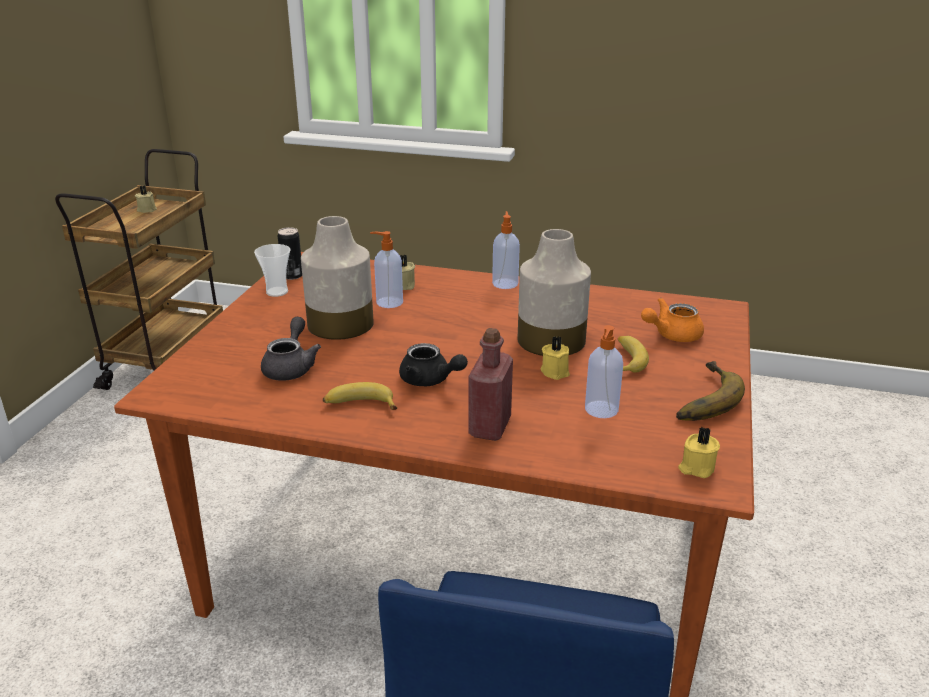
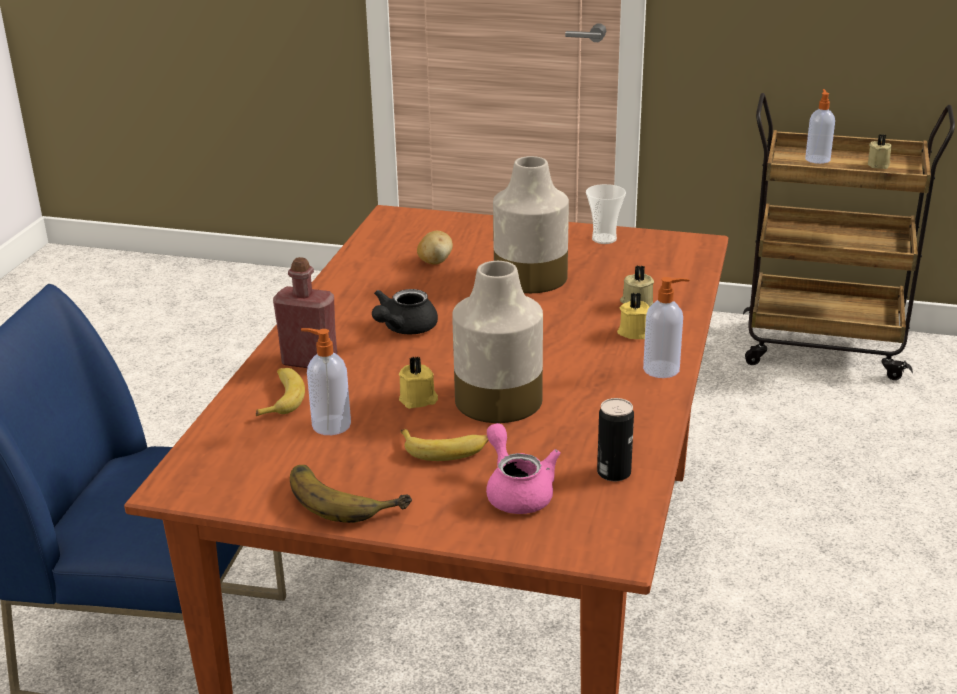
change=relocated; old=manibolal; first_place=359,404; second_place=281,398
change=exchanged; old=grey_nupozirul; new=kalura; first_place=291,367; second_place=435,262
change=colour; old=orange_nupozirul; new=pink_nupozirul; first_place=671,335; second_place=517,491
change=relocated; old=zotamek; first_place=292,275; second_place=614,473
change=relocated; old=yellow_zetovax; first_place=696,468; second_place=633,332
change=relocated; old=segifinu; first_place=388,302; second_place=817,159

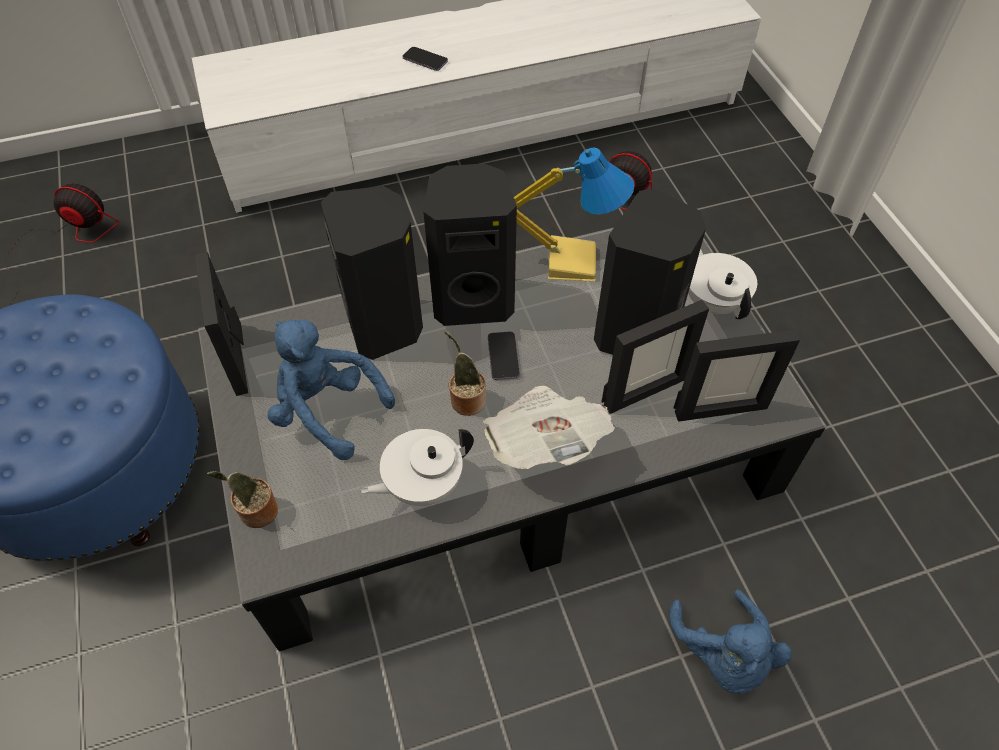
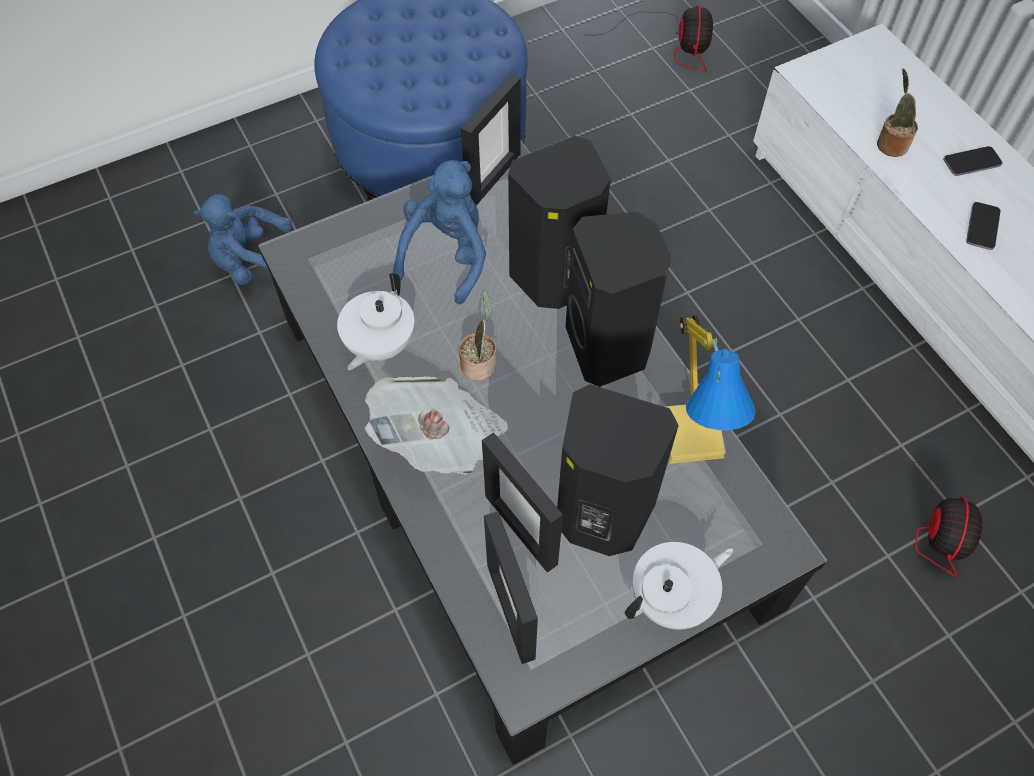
change=relocated; old=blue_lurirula; first_place=723,655; second_place=254,263
change=spun; old=white_nupozirul; first_place=422,484; second_place=379,345; degrees=-120
change=spun; old=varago; first_place=238,358; second_place=491,177; degrees=150
change=relocated; old=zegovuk; first_place=256,512; second_place=890,144
change=relocated; old=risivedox; first_place=503,357; second_place=971,163

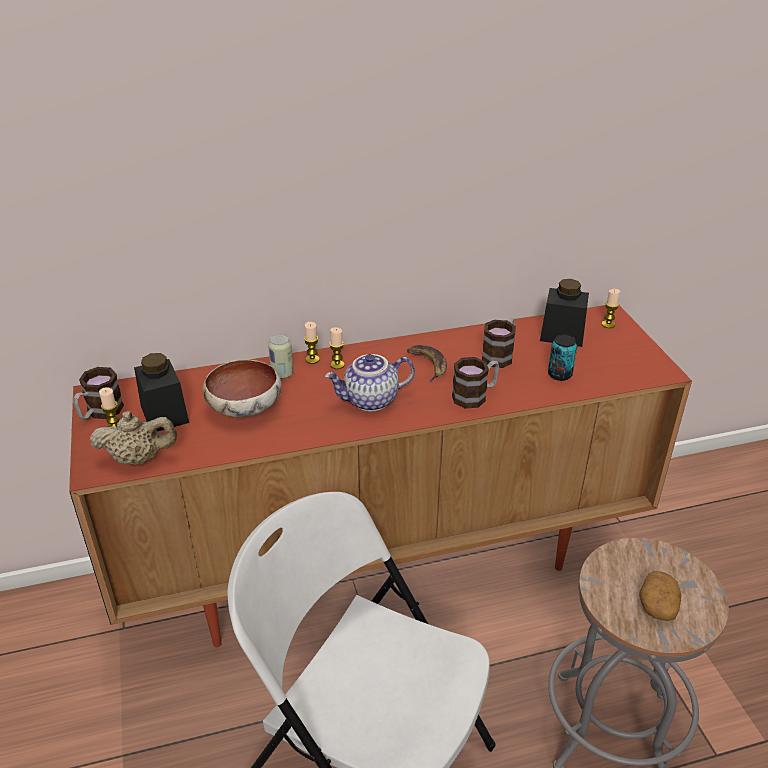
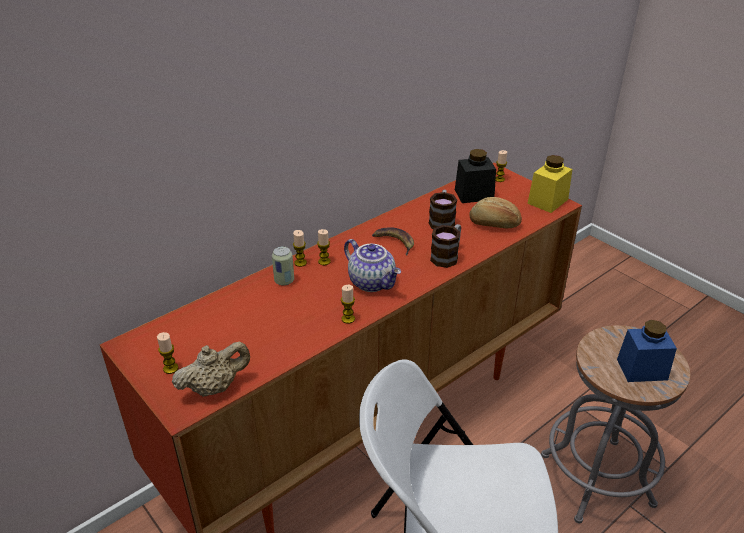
change=appeared; new=zetovax; second_place=348,319
change=spun; old=nupozirul; first_place=370,401; second_place=373,282; degrees=-90
change=exchanged; old=zotamek; new=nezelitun; first_place=559,374; second_place=494,224
change=appeared; new=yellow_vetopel; second_place=547,201
change=exchanged; old=kalura; new=blue_vetopel; first_place=657,605; second_place=642,369
change=missing; old=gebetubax; first_place=100,412
change=missing; old=black_vetopel; first_place=164,414
change=missing; old=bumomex; first_place=246,407

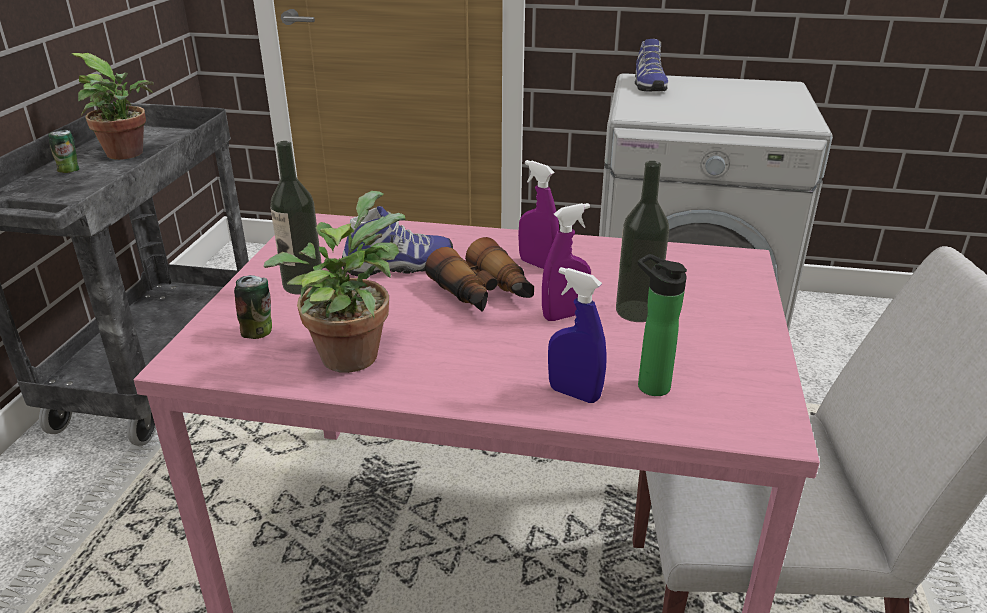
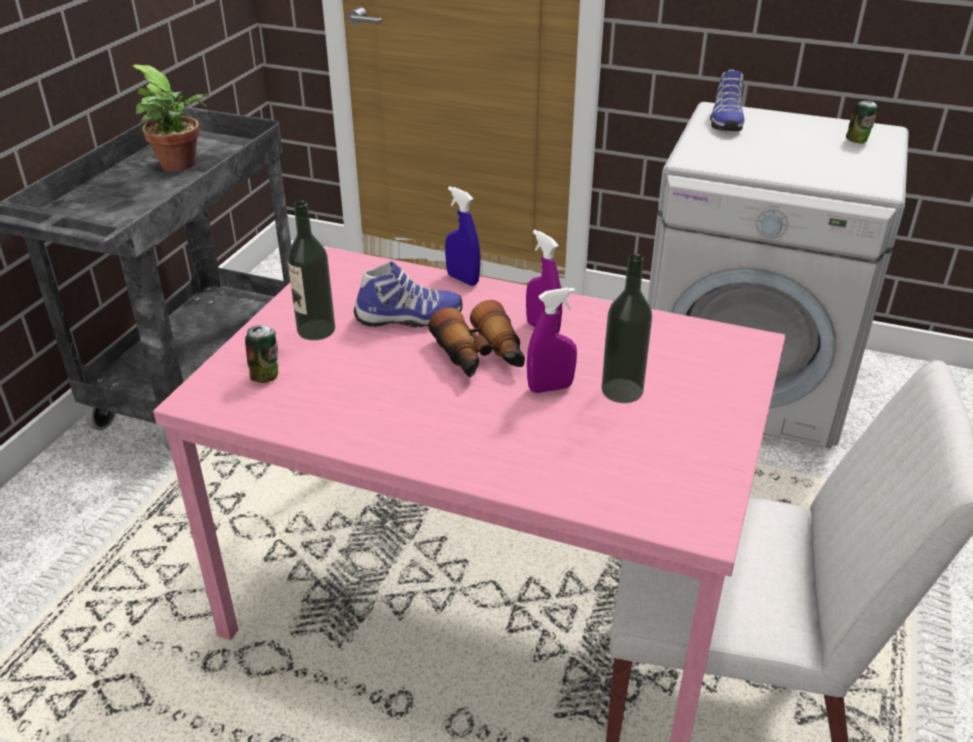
change=relocated; old=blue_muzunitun; first_place=574,394; second_place=462,279
change=relocated; old=zotamek; first_place=69,170; second_place=858,141
change=missing; old=zegovuk; first_place=350,352
change=missing; old=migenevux; first_place=649,385

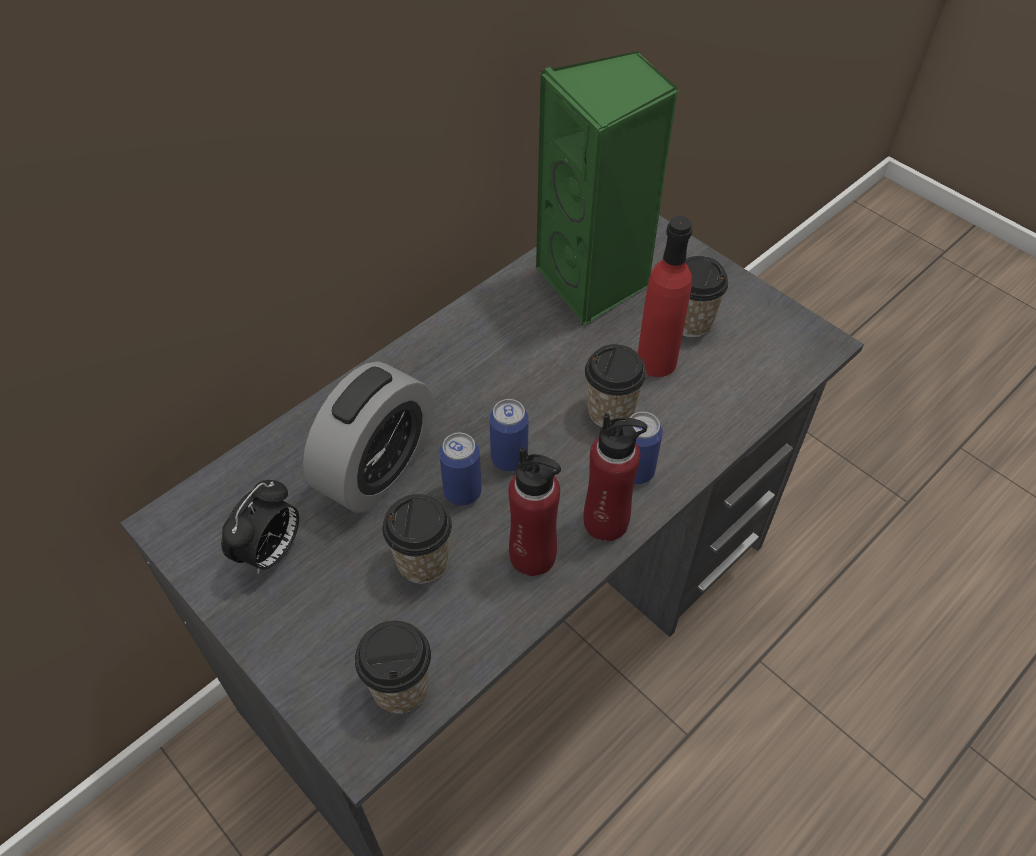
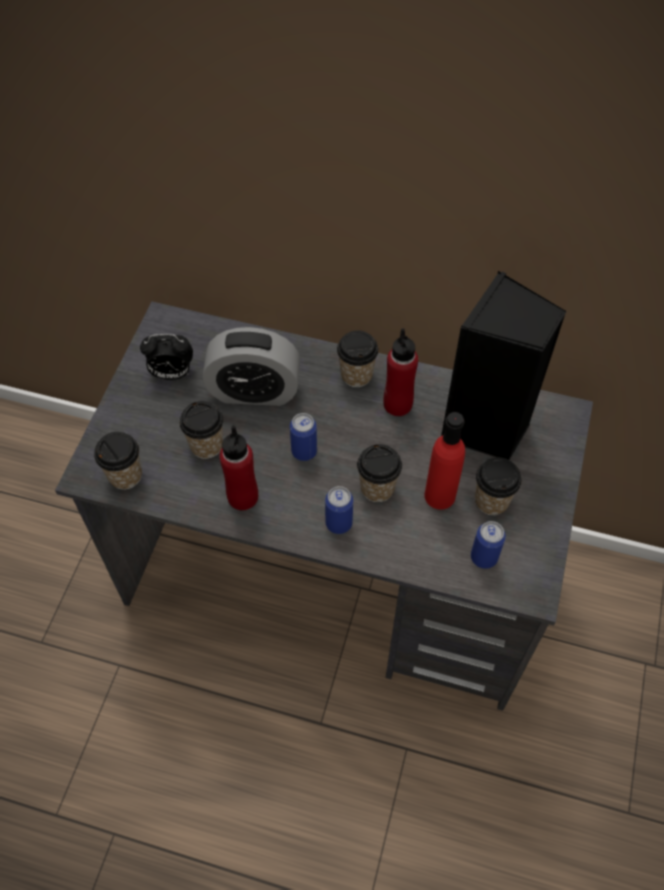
change=appeared; new=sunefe; second_place=356,375
change=relocated; old=red_migenevux; first_place=606,522; second_place=397,404
change=colour; old=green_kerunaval; new=black_kerunaval; first_place=595,282; second_place=486,428
change=relocated; old=zotamek; first_place=462,492; second_place=483,557

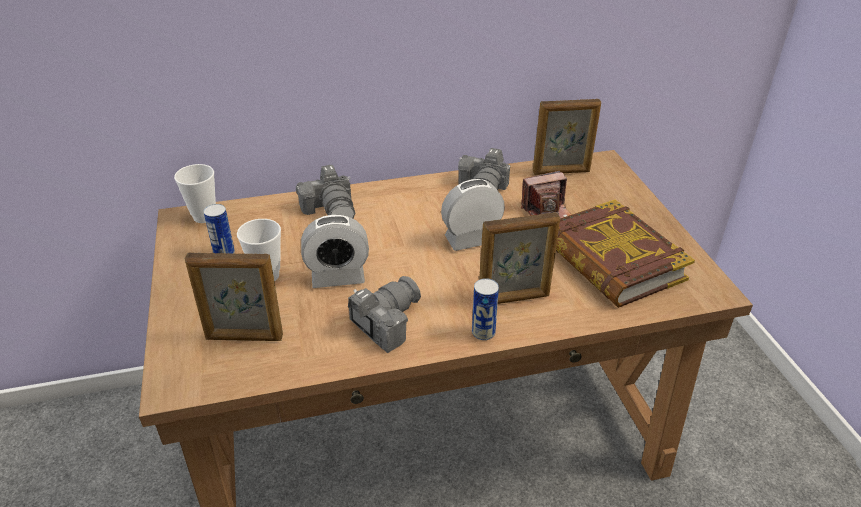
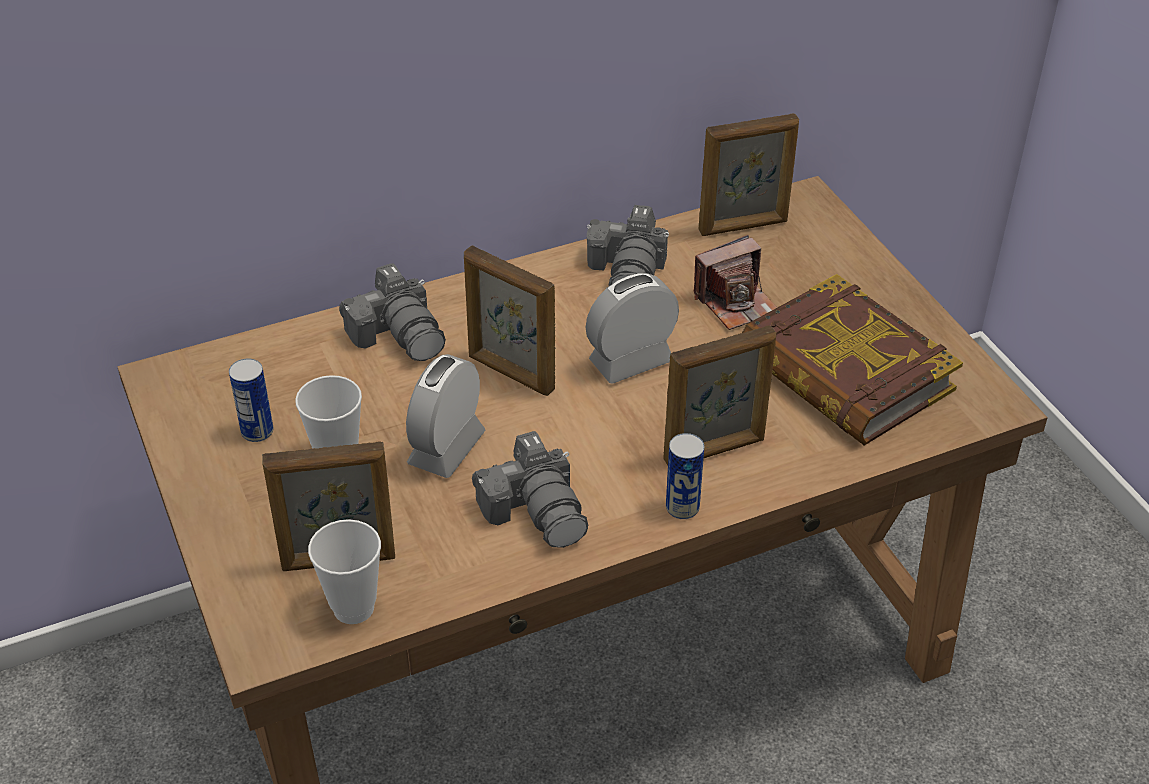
change=relocated; old=sunefe; first_place=204,216; second_place=353,608
change=spun; old=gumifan; first_place=338,277; second_place=446,448; degrees=135
change=appeared; new=varago; second_place=510,373
change=spun; old=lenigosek; first_place=384,322; second_place=536,510; degrees=120

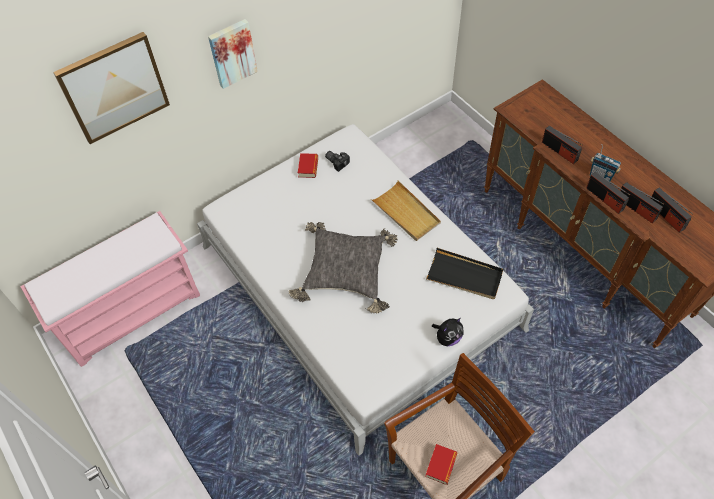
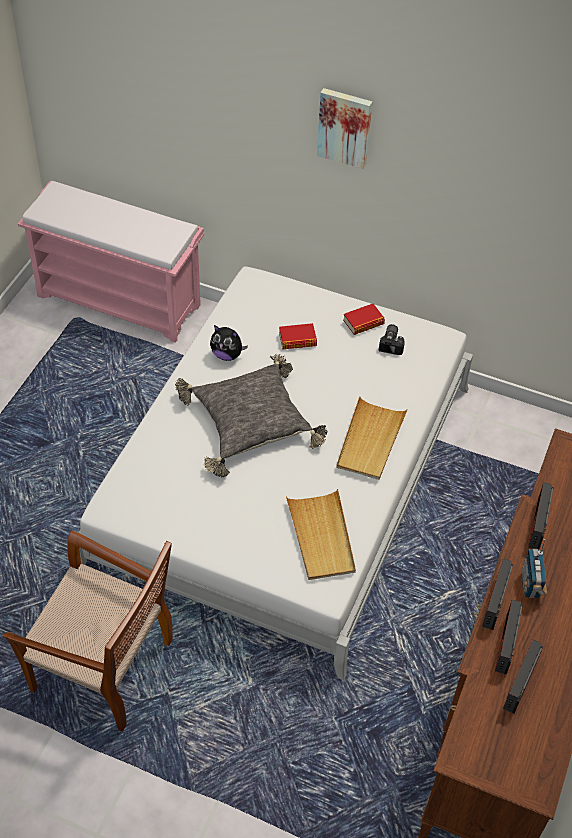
change=relocated; old=lurirula; first_place=447,338; second_place=227,355
change=relocated; old=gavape; first_place=441,465; second_place=297,340
change=colour; old=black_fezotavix; new=beige_fezotavix; first_place=464,276; second_place=321,537
change=missing; old=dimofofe; first_place=114,87

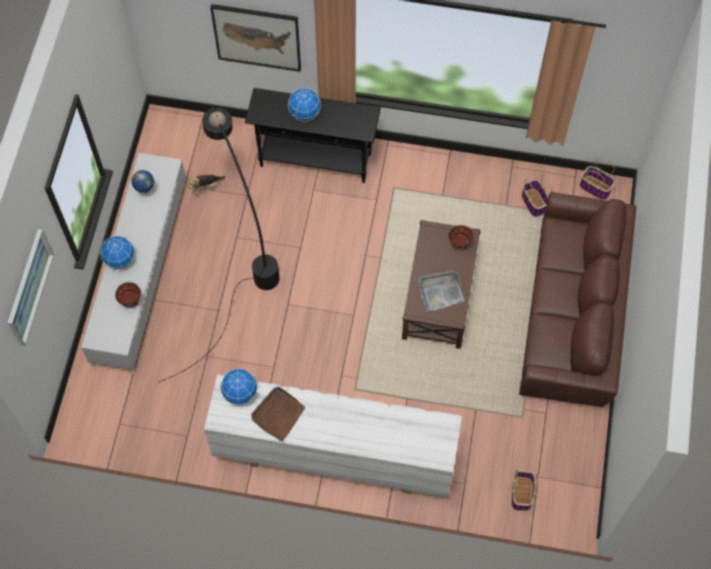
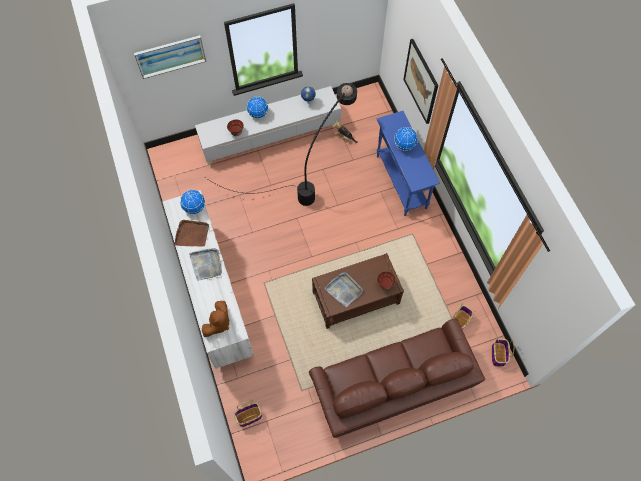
change=appeared; new=grey_fezotavix; second_place=206,264
change=appeared; new=brown_lurirula; second_place=218,324
change=colour; old=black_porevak; new=blue_porevak; first_place=316,160; second_place=401,182

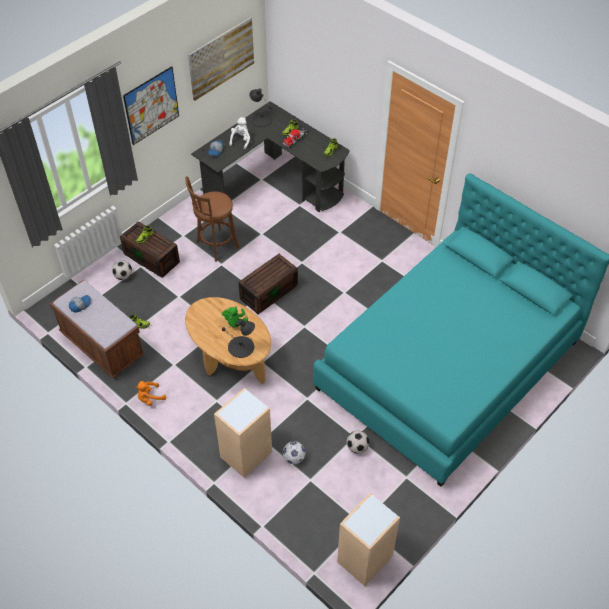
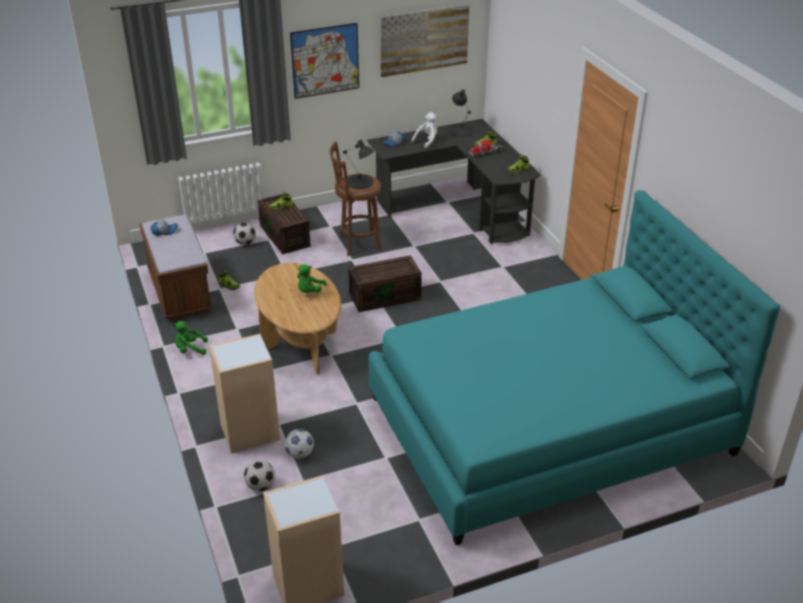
change=colour; old=orange_lurirula; new=green_lurirula; first_place=150,398; second_place=190,349
change=relocated; old=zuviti; first_place=357,447; second_place=260,486
change=relocated; old=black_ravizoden; first_place=241,347; second_place=360,182

